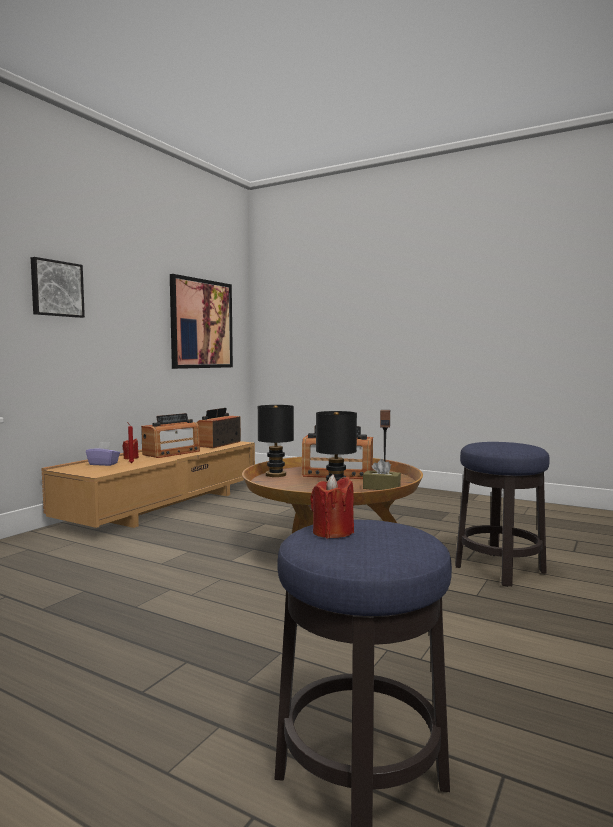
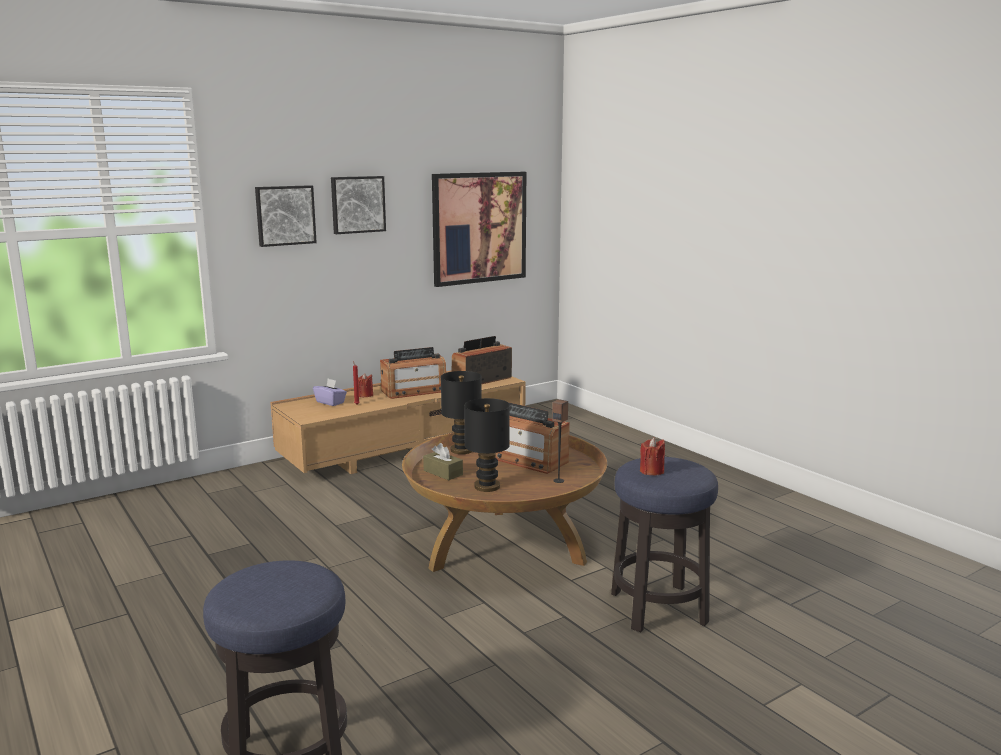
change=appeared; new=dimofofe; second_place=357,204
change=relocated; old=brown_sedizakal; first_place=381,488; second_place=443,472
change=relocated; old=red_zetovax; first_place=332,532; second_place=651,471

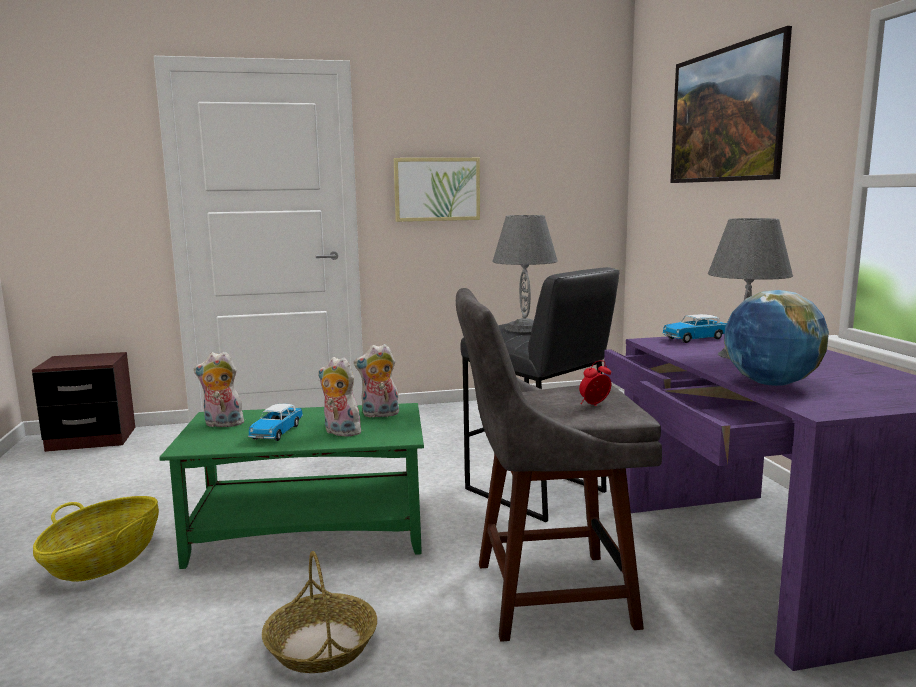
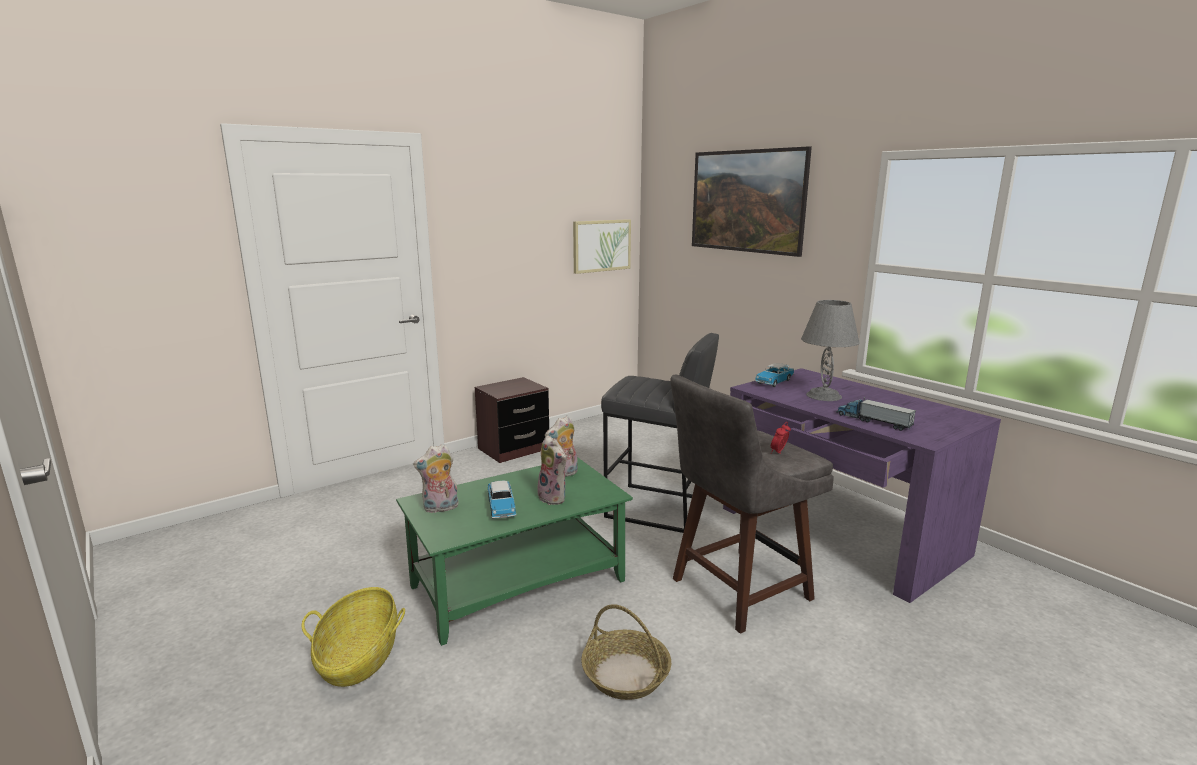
change=relocated; old=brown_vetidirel; first_place=91,439; second_place=513,449
change=spun; old=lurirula; first_place=339,432; second_place=554,498; degrees=-135
change=relocated; old=dimofofe; first_place=437,189; second_place=601,245
change=exchanged; old=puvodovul; new=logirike; first_place=771,384; second_place=873,421
change=missing; old=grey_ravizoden; first_place=525,328

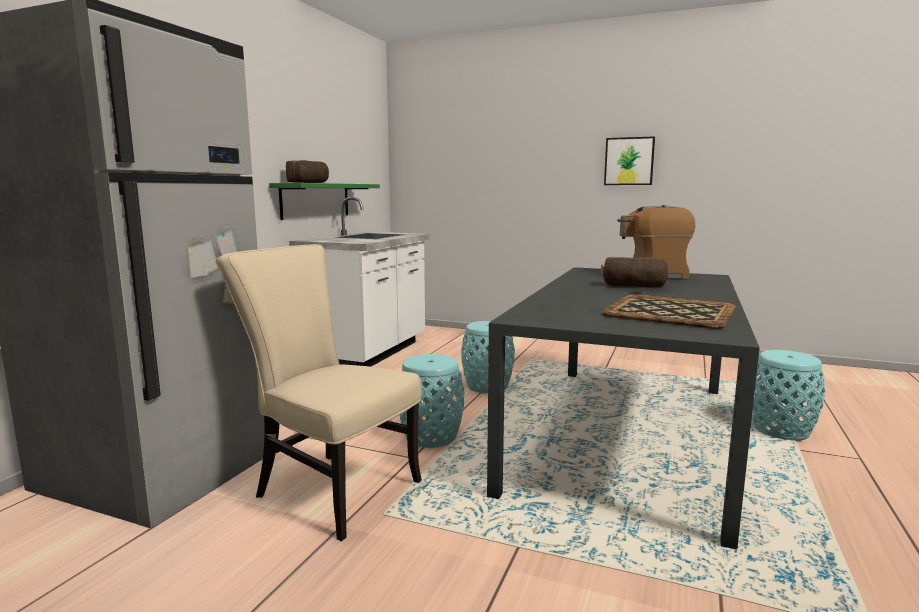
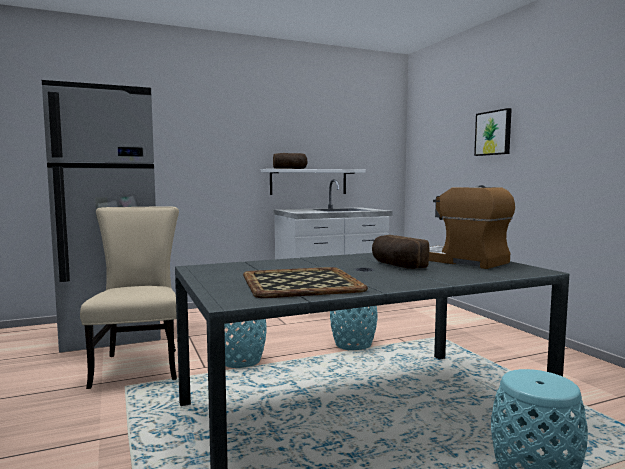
change=colour; old=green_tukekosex; new=white_tukekosex; first_place=316,200; second_place=308,182
change=relocated; old=dimofofe; first_place=629,161; second_place=493,133

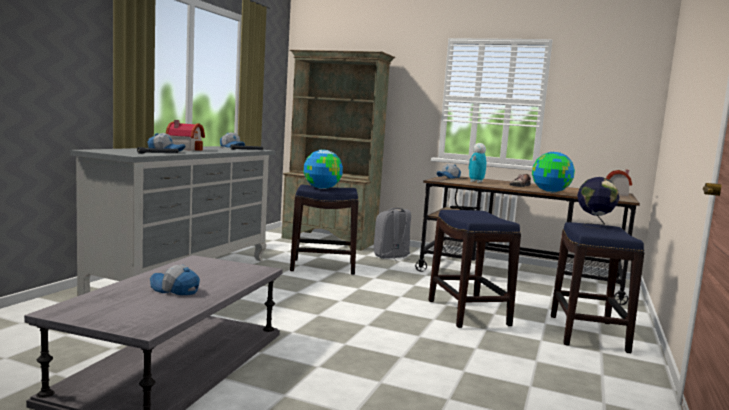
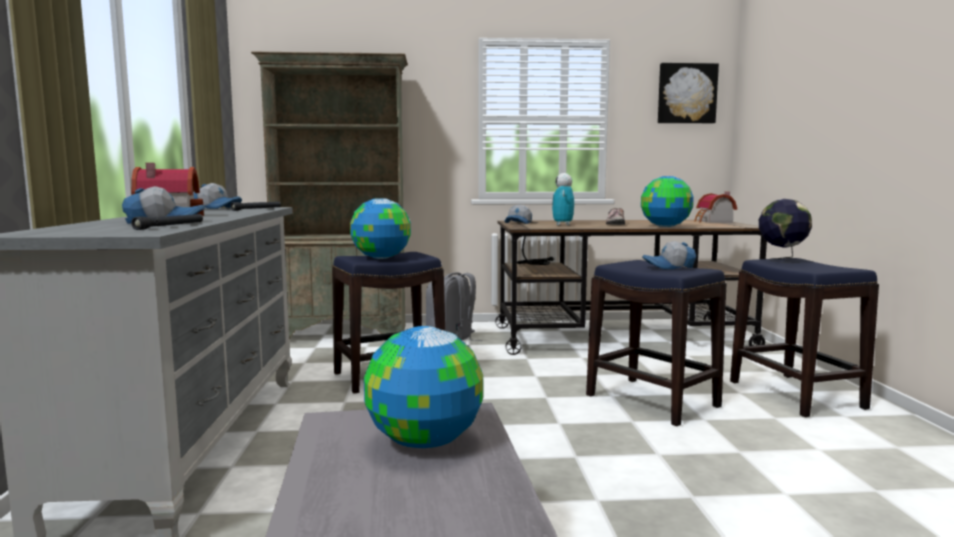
change=appeared; new=puvodovul; second_place=423,442
change=relocated; old=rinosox; first_place=174,290; second_place=669,267
change=appeared; new=dimofofe; second_place=686,93

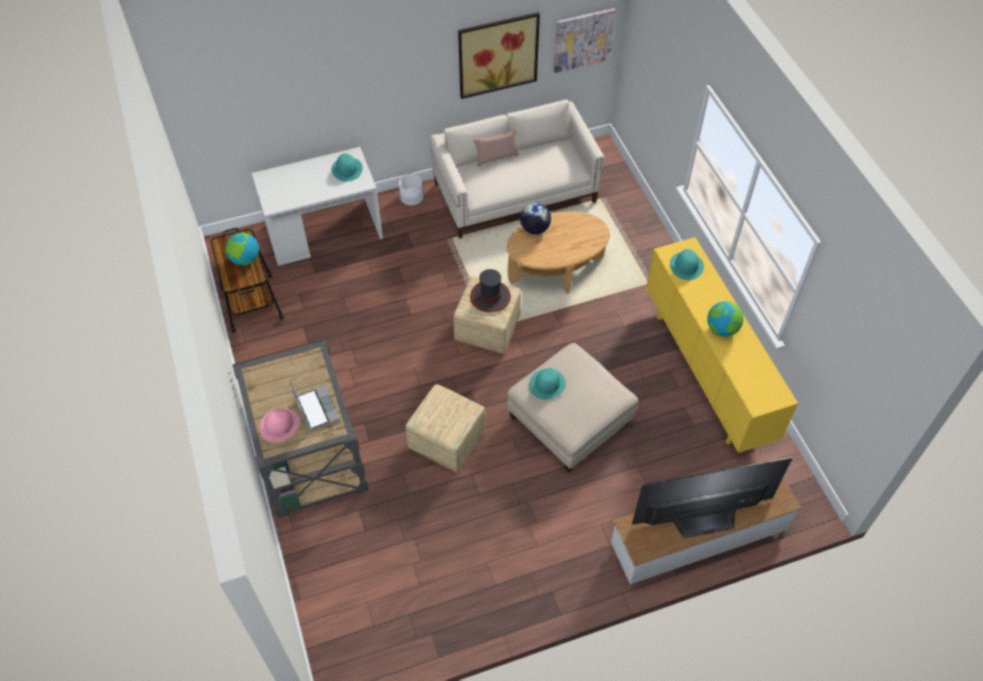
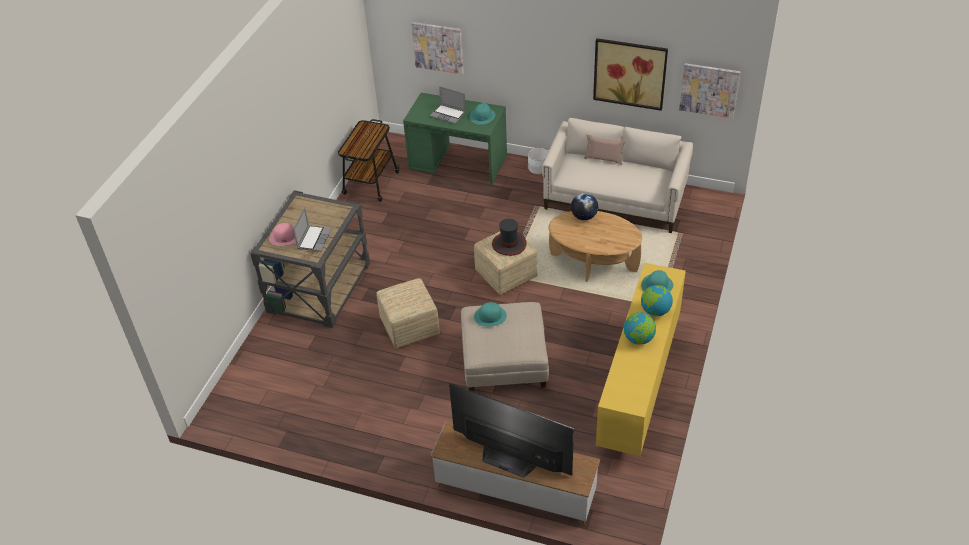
change=colour; old=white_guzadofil; new=green_guzadofil; first_place=324,231; second_place=458,162
change=appeared; new=dimofofe; second_place=438,47
change=appeared; new=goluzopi; second_place=448,114
change=relocated; old=puvodovul; first_place=245,259; second_place=655,311

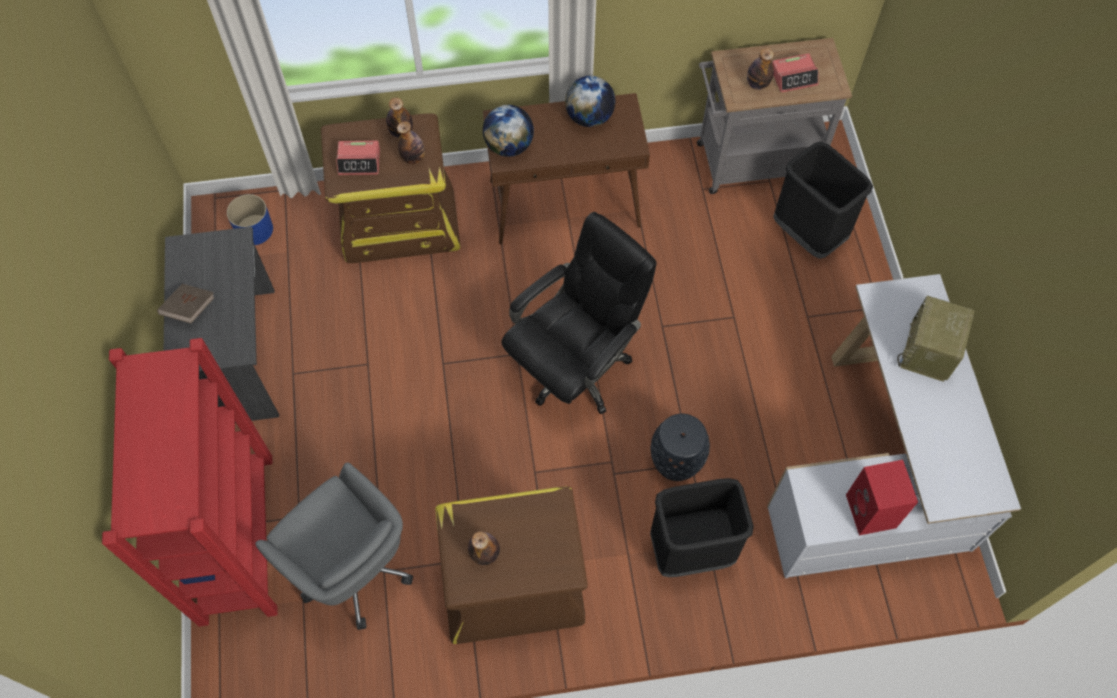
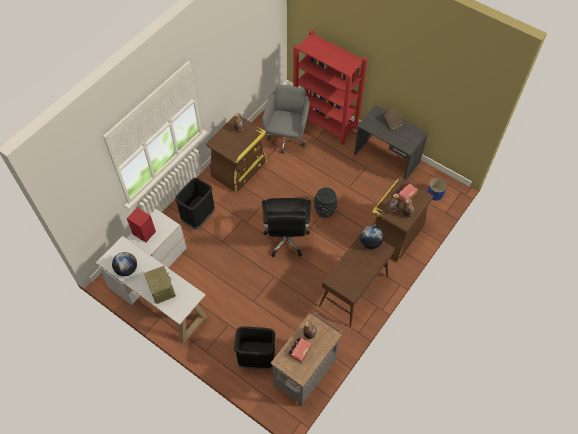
change=relocated; old=puvodovul; first_place=589,117; second_place=127,269
change=spun; old=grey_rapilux; first_place=352,569; second_place=287,139; degrees=105
change=relocated; old=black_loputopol; first_place=676,461; second_place=325,210

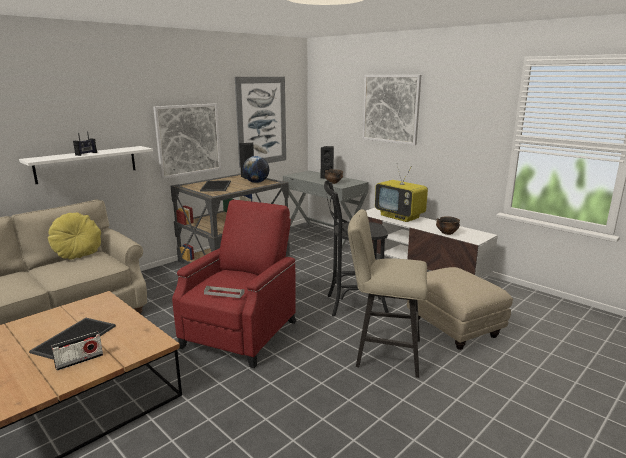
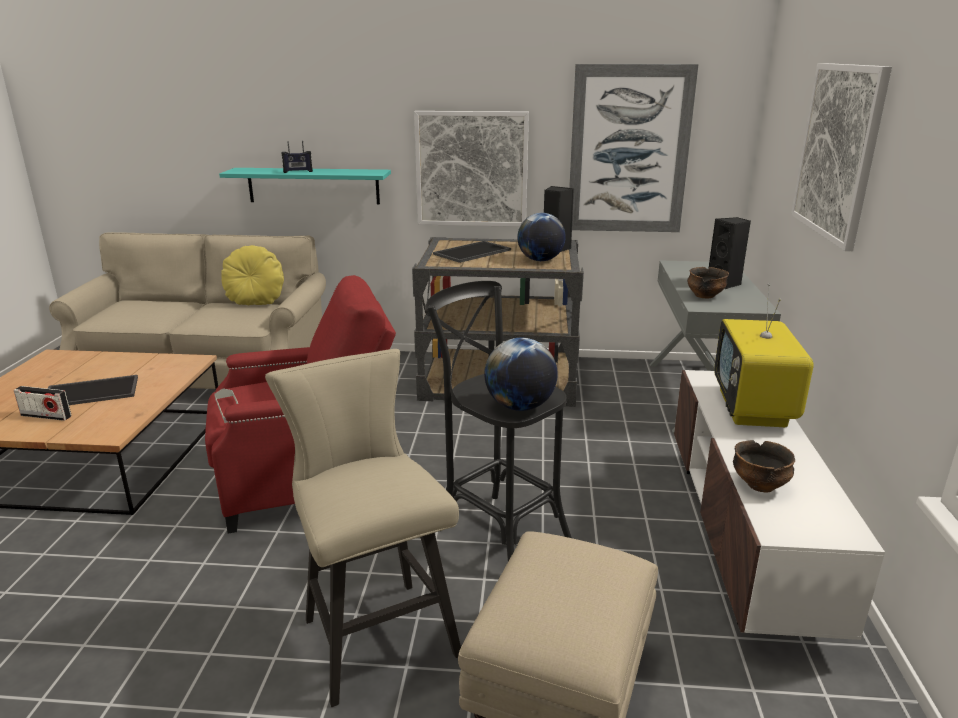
change=colour; old=white_tukekosex; new=turquoise_tukekosex; first_place=86,164; second_place=313,186
change=appeared; new=puvodovul; second_place=520,406

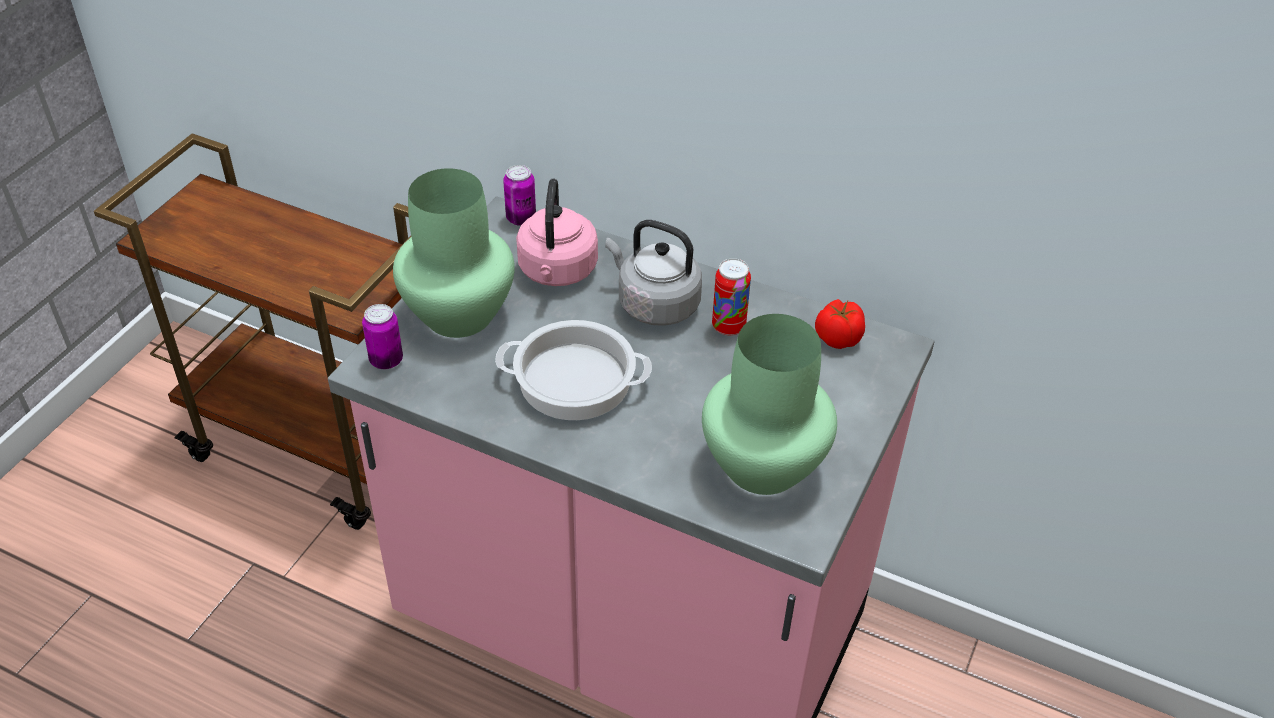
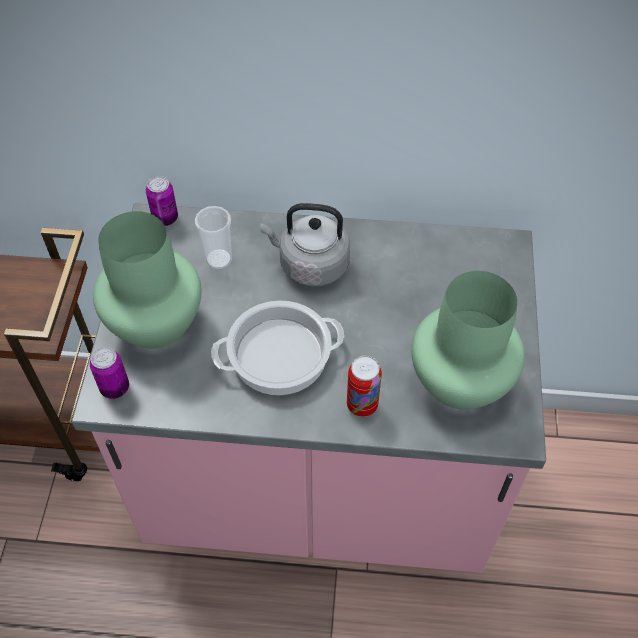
change=exchanged; old=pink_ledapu; new=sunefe; first_place=557,272; second_place=218,259
change=relocated; old=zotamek; first_place=728,327; second_place=362,405
change=missing; old=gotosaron; first_place=837,338

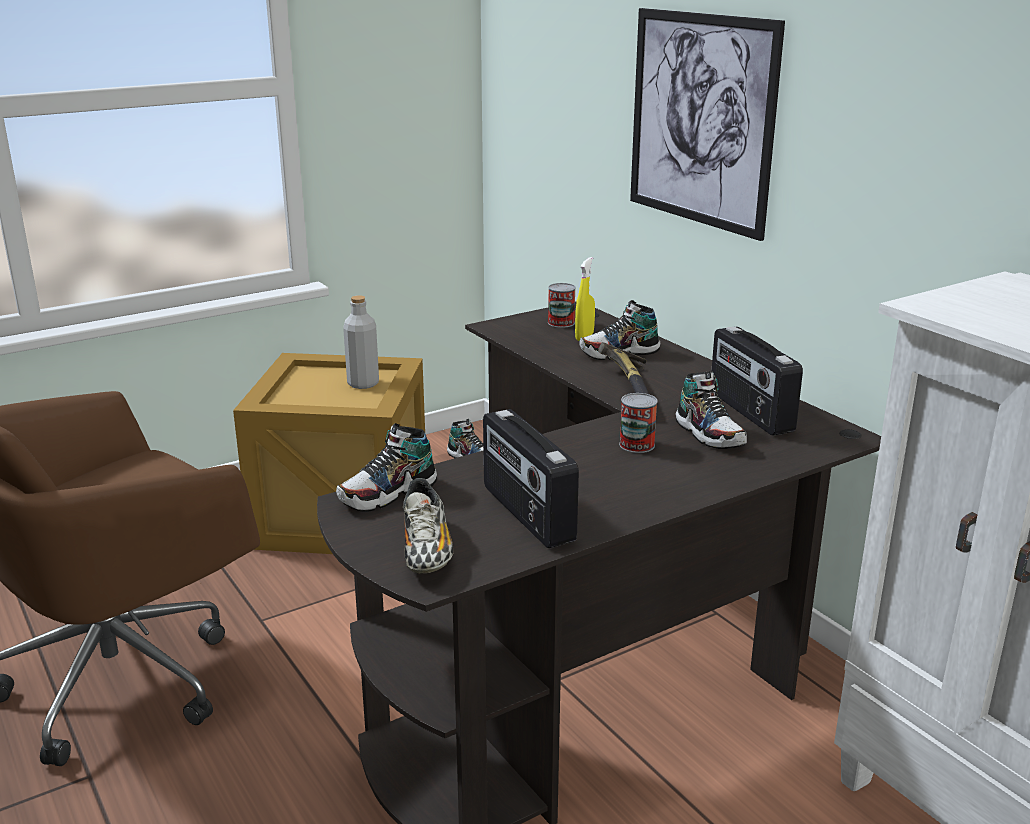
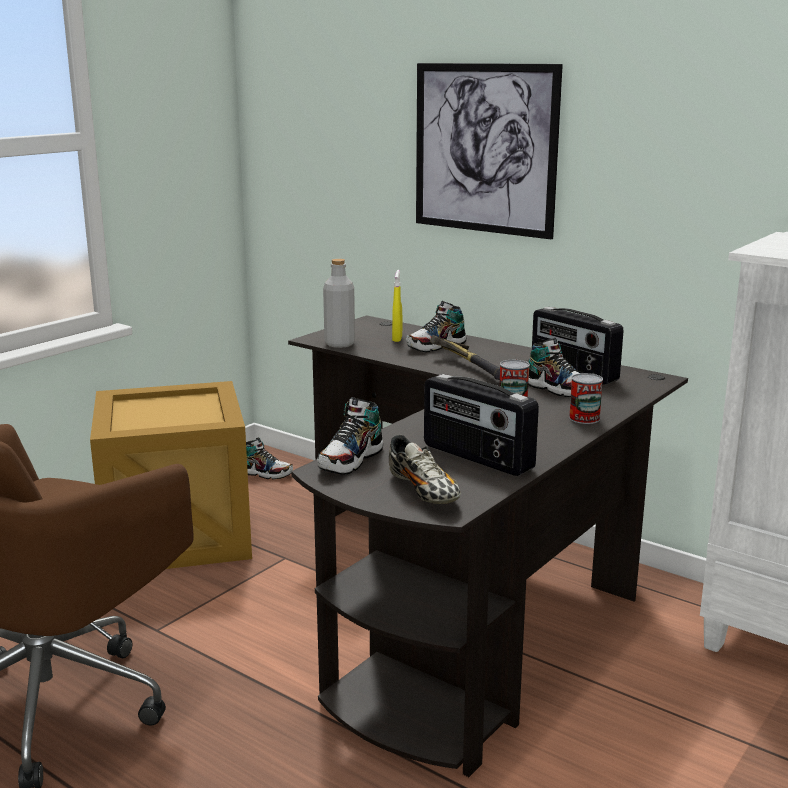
change=relocated; old=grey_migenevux; first_place=363,383; second_place=339,344
change=relocated; old=zotamek; first_place=561,323; second_place=584,418

